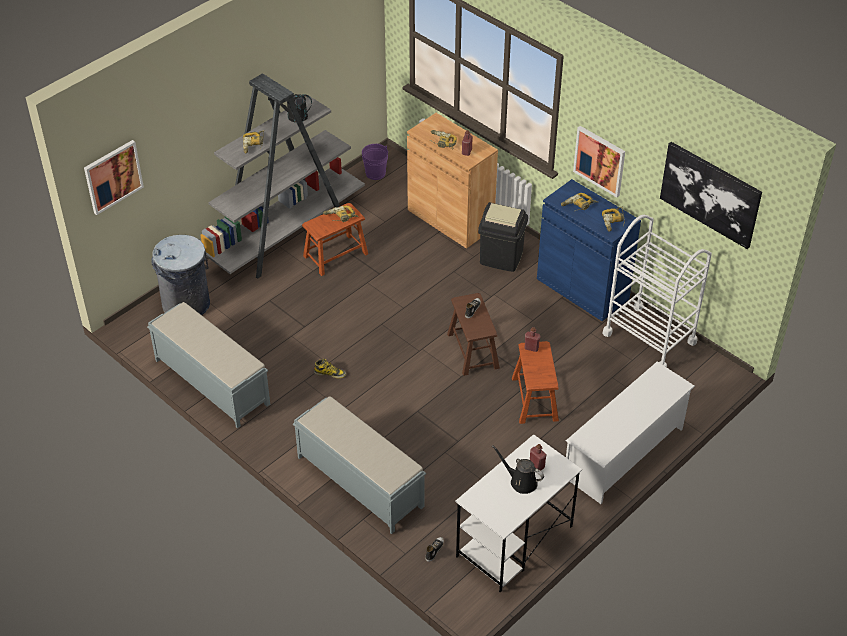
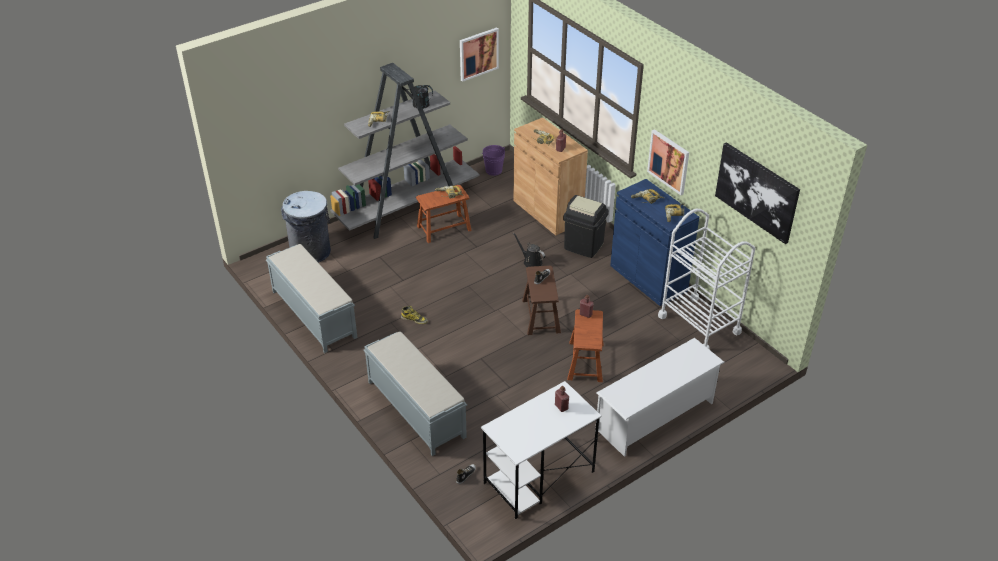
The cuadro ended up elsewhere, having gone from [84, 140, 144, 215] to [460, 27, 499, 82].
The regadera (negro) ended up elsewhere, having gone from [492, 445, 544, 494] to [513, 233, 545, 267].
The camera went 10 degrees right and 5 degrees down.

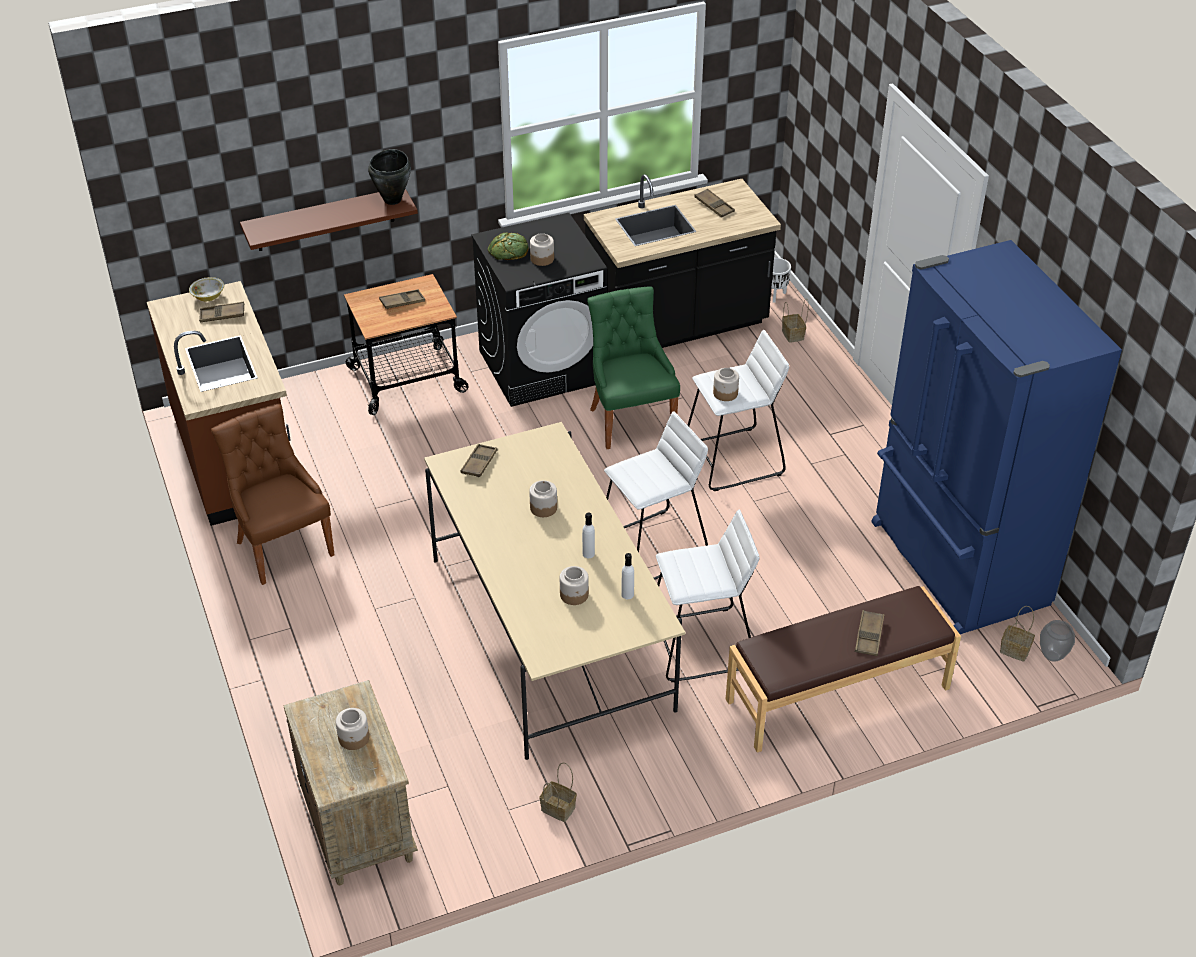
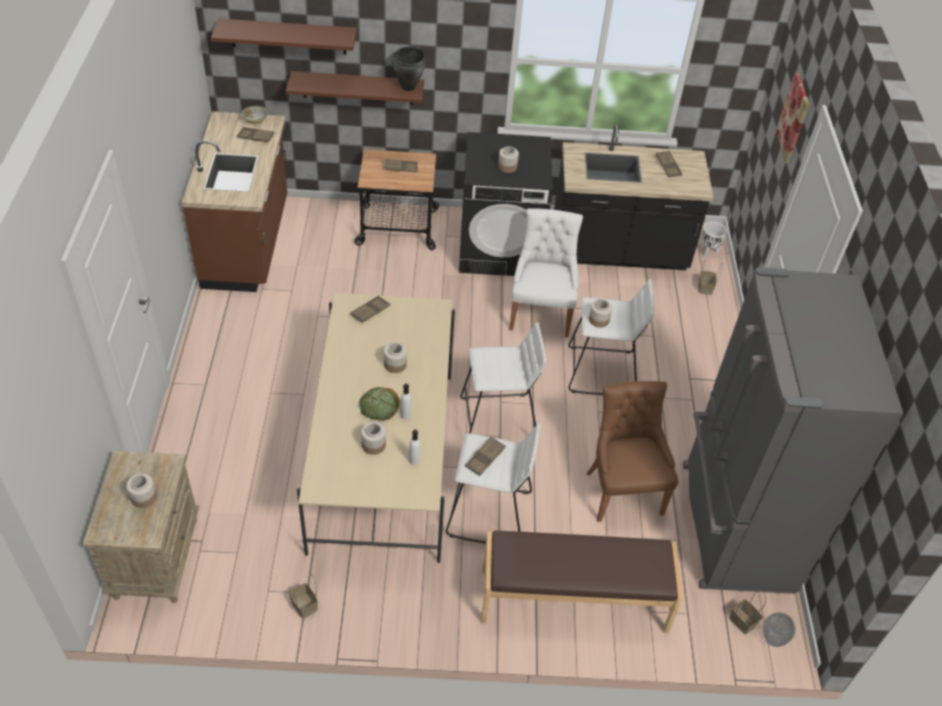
The silla (marrón) ended up elsewhere, having gone from [211, 404, 335, 585] to [586, 381, 678, 522].
The pan ended up elsewhere, having gone from [488, 233, 529, 260] to [359, 387, 400, 421].
What was the silla (verde) at [587, 286, 680, 449] turned into the silla (blanco) at [510, 208, 583, 337].
The bandeja (marrón) ended up elsewhere, having gone from [855, 610, 885, 656] to [465, 436, 506, 476].
What was the nevera (azul) at [871, 240, 1122, 634] turned into the nevera (gris) at [683, 267, 904, 594].
The second view gained the estante (marrón) at [211, 18, 357, 55].
The second view gained the cuadro at [776, 72, 810, 163].
The camera went 20 degrees right and 5 degrees up.

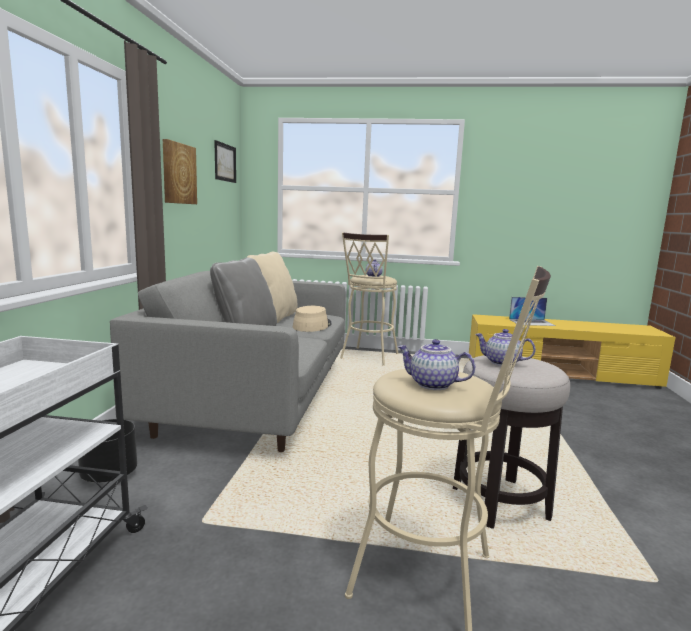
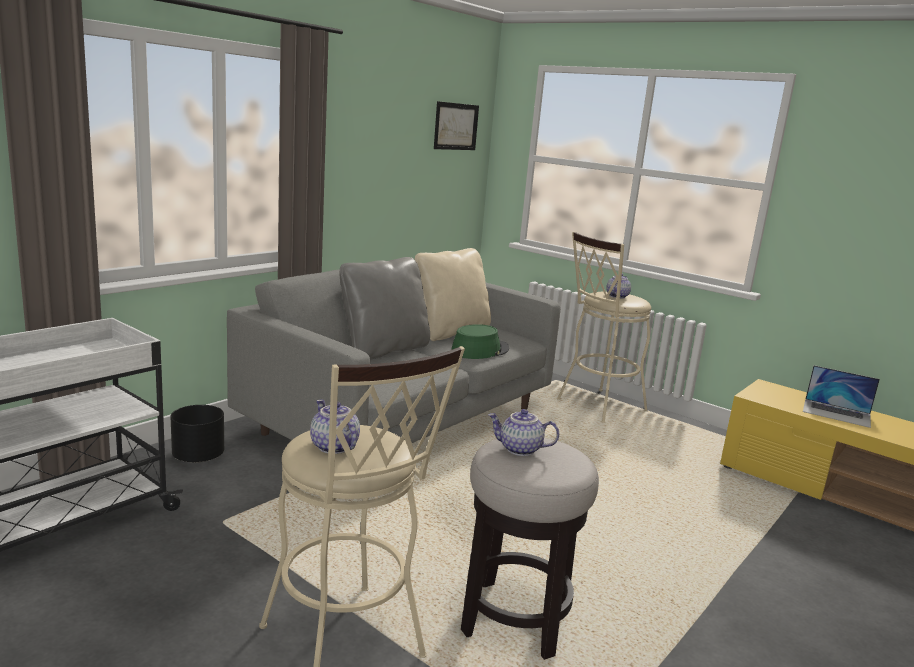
The second view lost the cuadro at [163, 139, 197, 204].
What was the sombrero (beis) at [293, 306, 332, 332] turned into the sombrero (verde) at [451, 324, 509, 359].
The tetera at [475, 329, 536, 366] ended up facing another way, 45 degrees counterclockwise from before.
The camera went 30 degrees right and 5 degrees up.

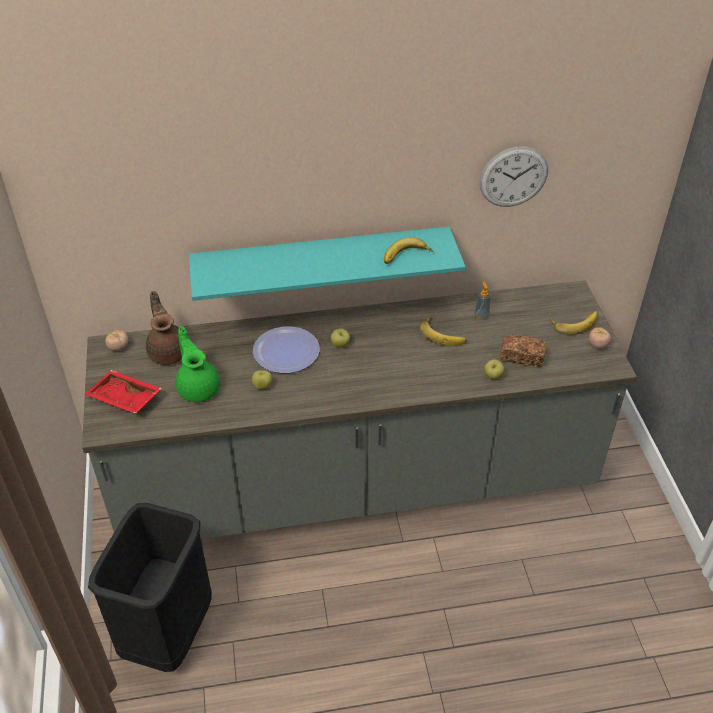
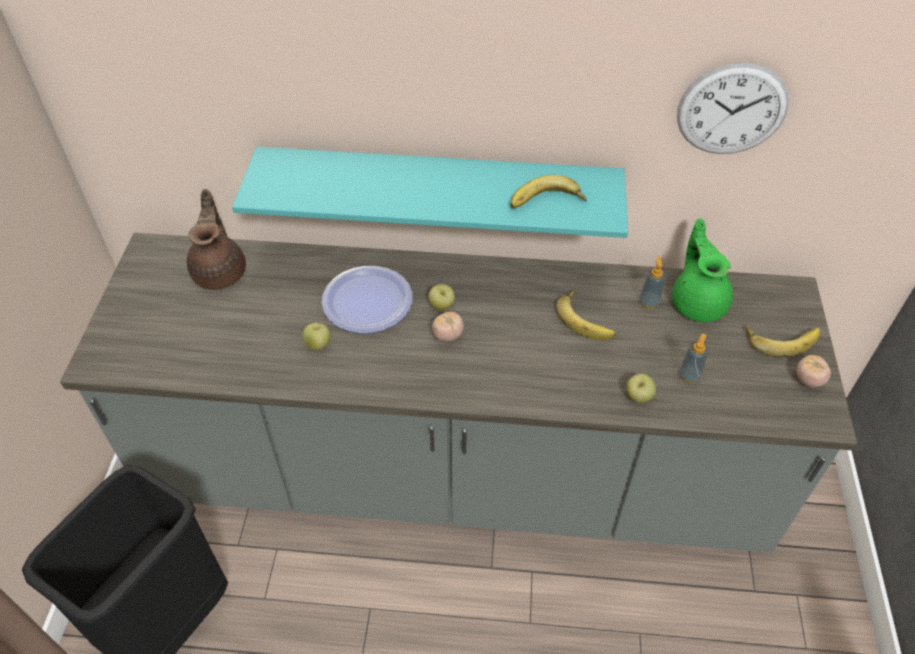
The second view lost the bandeja (rojo) at [85, 370, 162, 414].
The tomate ended up elsewhere, having gone from [105, 330, 128, 351] to [432, 312, 464, 342].
The tetera (verde) ended up elsewhere, having gone from [176, 326, 220, 402] to [672, 219, 733, 322].
Where the pan stood at [500, 334, 546, 367], the dispensador de jabón came to stand at [679, 334, 709, 383].
The camera went 15 degrees right and 5 degrees up.

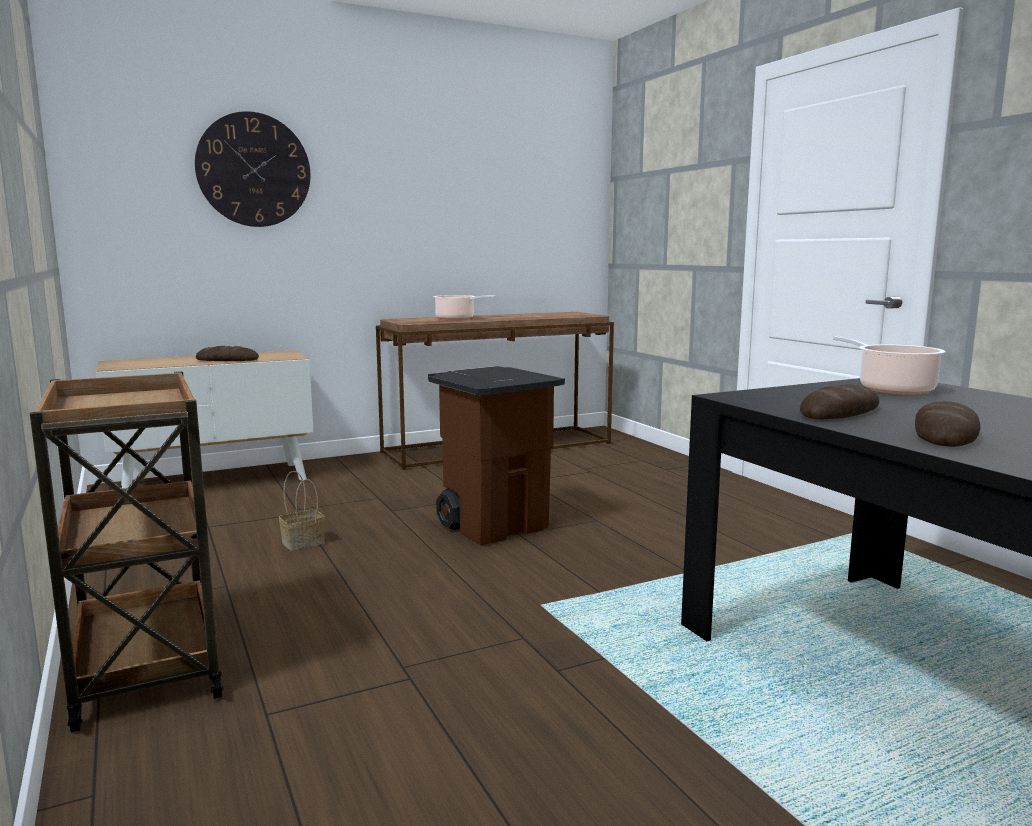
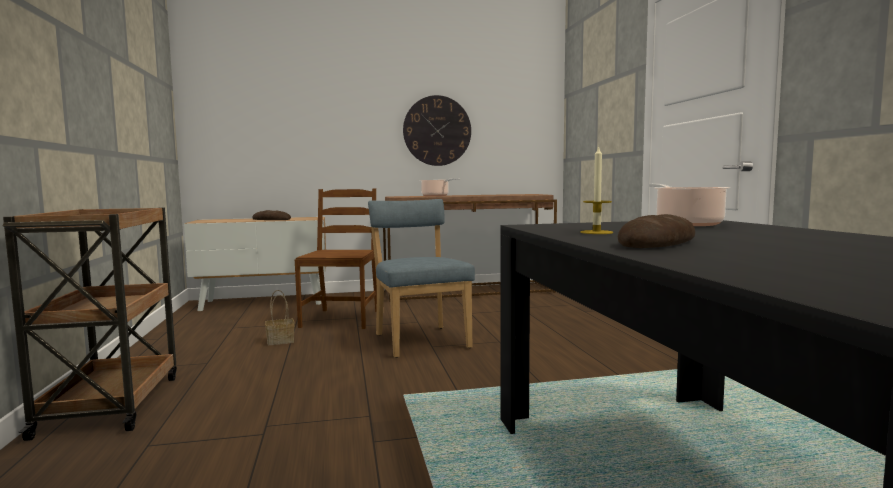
The reloj de pared ended up elsewhere, having gone from [195, 111, 310, 227] to [403, 95, 471, 166].
Where the papelera (marrón) stood at [428, 366, 565, 545], the silla (azul) came to stand at [368, 199, 475, 358].
Where the pan stood at [800, 384, 879, 419], the vela came to stand at [580, 145, 613, 234].
The second view gained the silla (marrón) at [295, 189, 377, 329].
The camera went 15 degrees right and 5 degrees down.

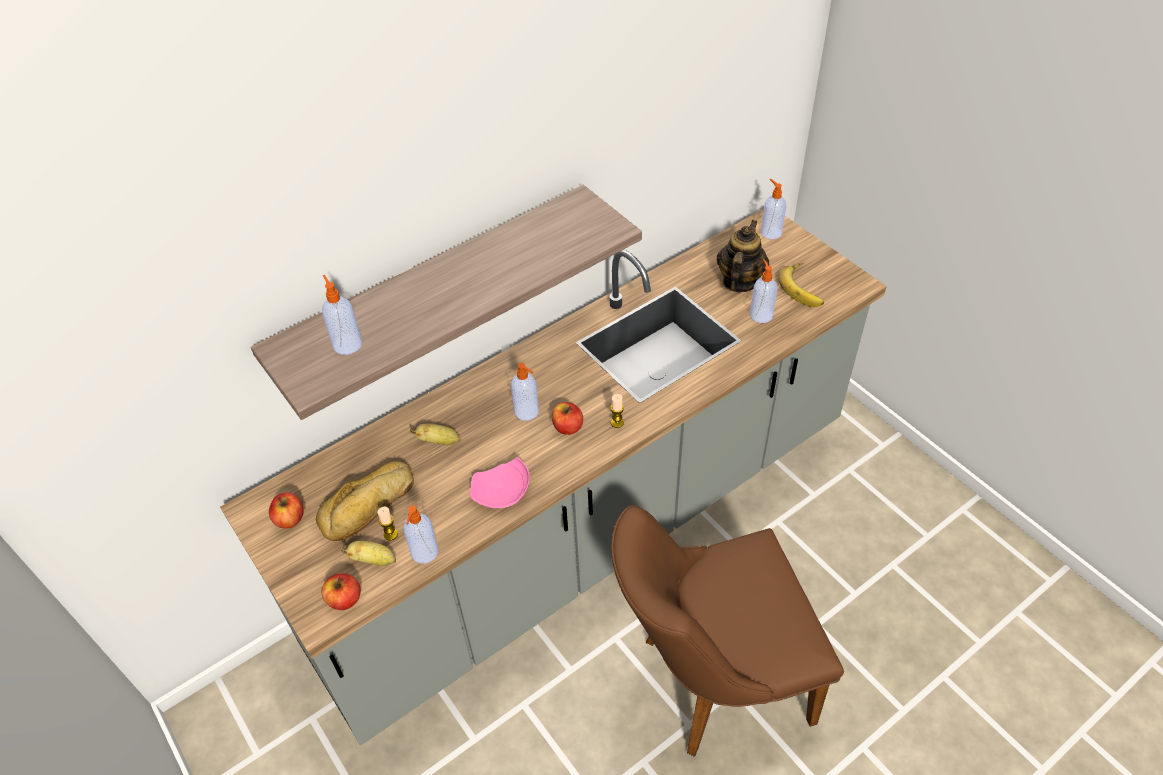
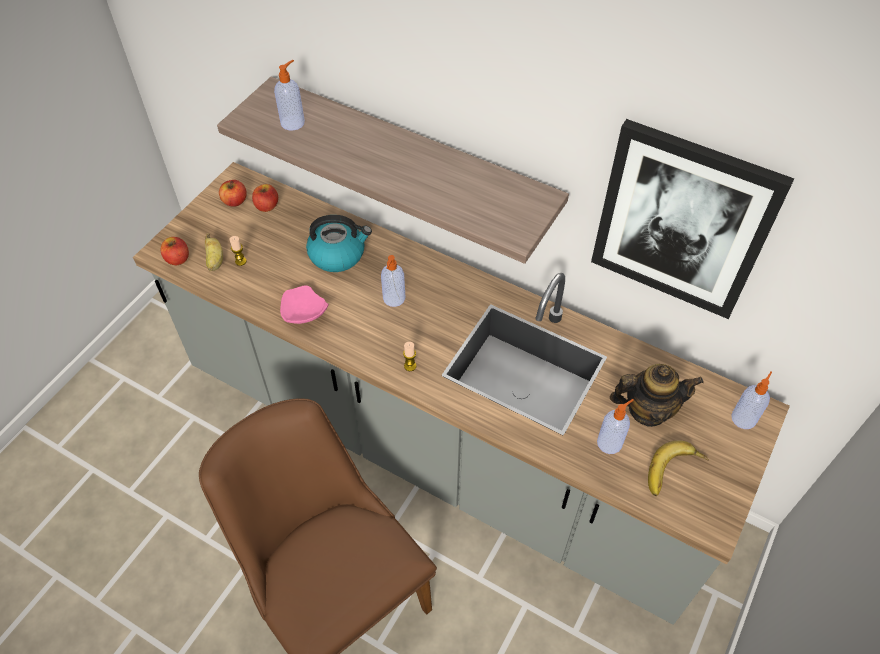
The second view lost the pan at [316, 461, 414, 541].
The second view lost the dispensador de jabón at [403, 506, 438, 564].
Where the plátano stood at [410, 423, 461, 445], the hervidor came to stand at [306, 215, 372, 272].
The manzana ended up elsewhere, having gone from [552, 402, 583, 435] to [252, 184, 278, 212].
The second view gained the cuadro at [591, 119, 794, 319].
The camera went 65 degrees right and 5 degrees up.

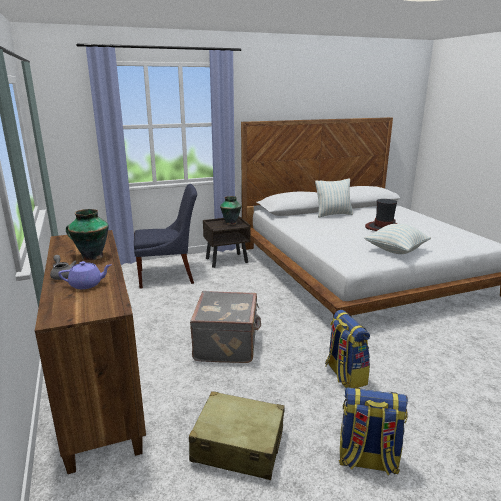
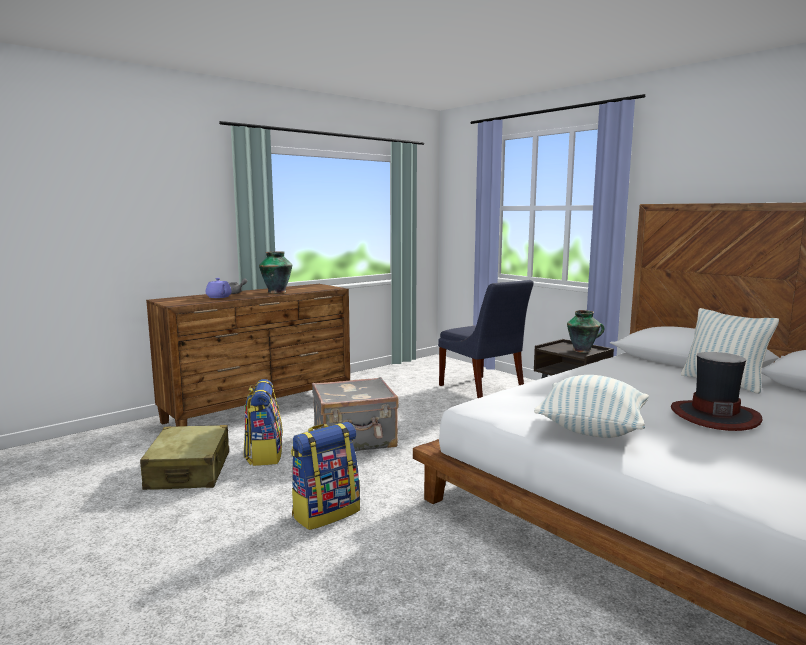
The mochila ended up elsewhere, having gone from [339, 387, 408, 475] to [244, 379, 283, 466].
The camera went 70 degrees right and 10 degrees down.

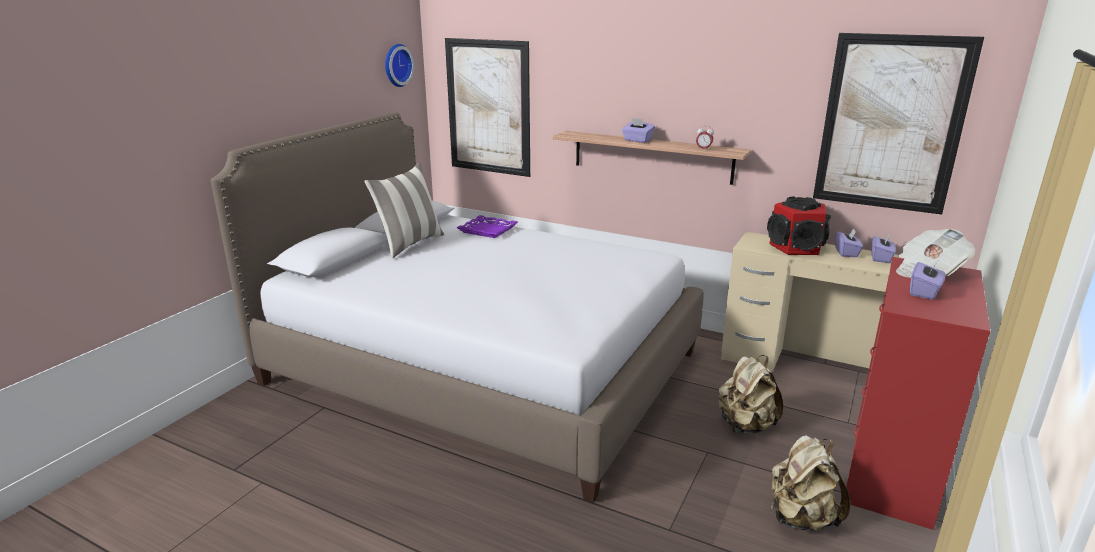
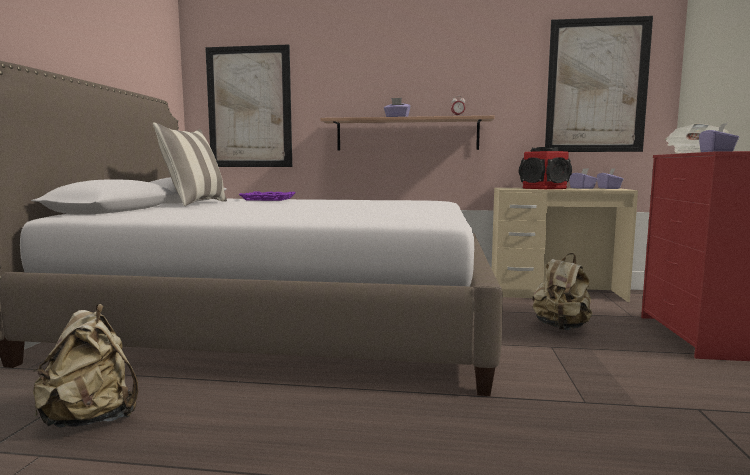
The second view lost the reloj de pared at [385, 44, 414, 87].
The mochila (beis) ended up elsewhere, having gone from [771, 435, 850, 531] to [33, 304, 138, 428].
The camera went 20 degrees left and 15 degrees down.

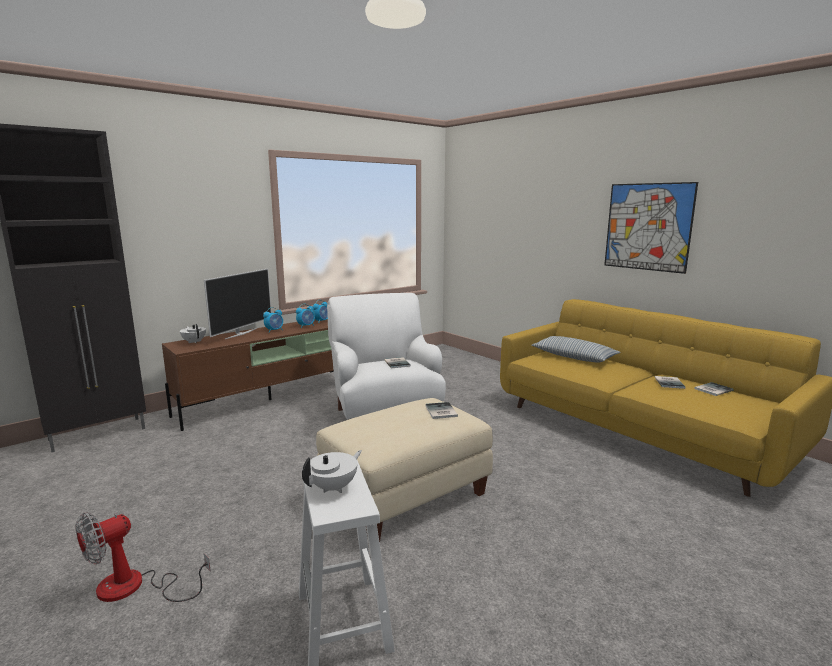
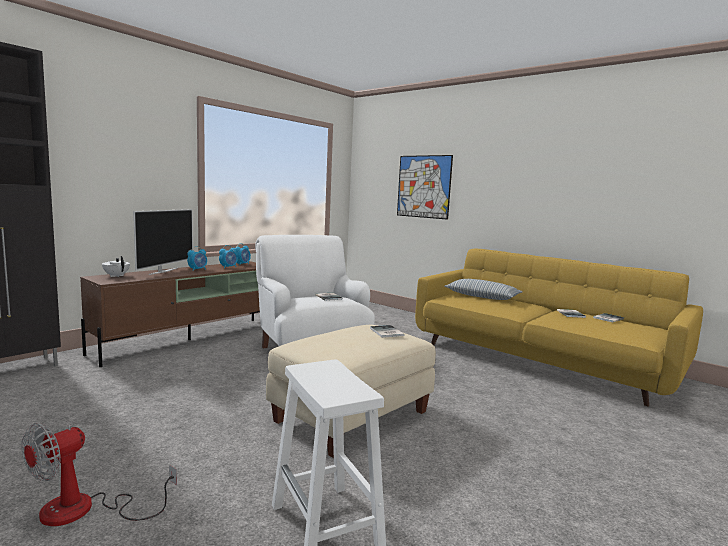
The second view lost the tetera (blanco) at [302, 450, 362, 493].
The cuadro ended up elsewhere, having gone from [604, 182, 698, 274] to [397, 155, 453, 220].
The camera went 10 degrees left and 5 degrees down.

